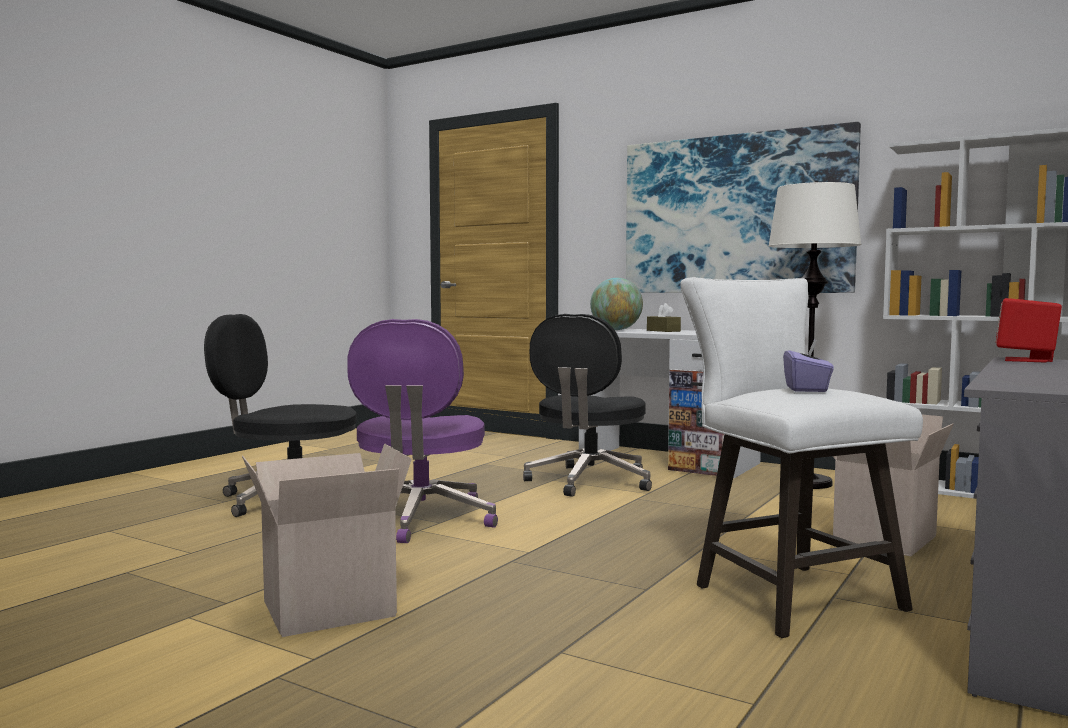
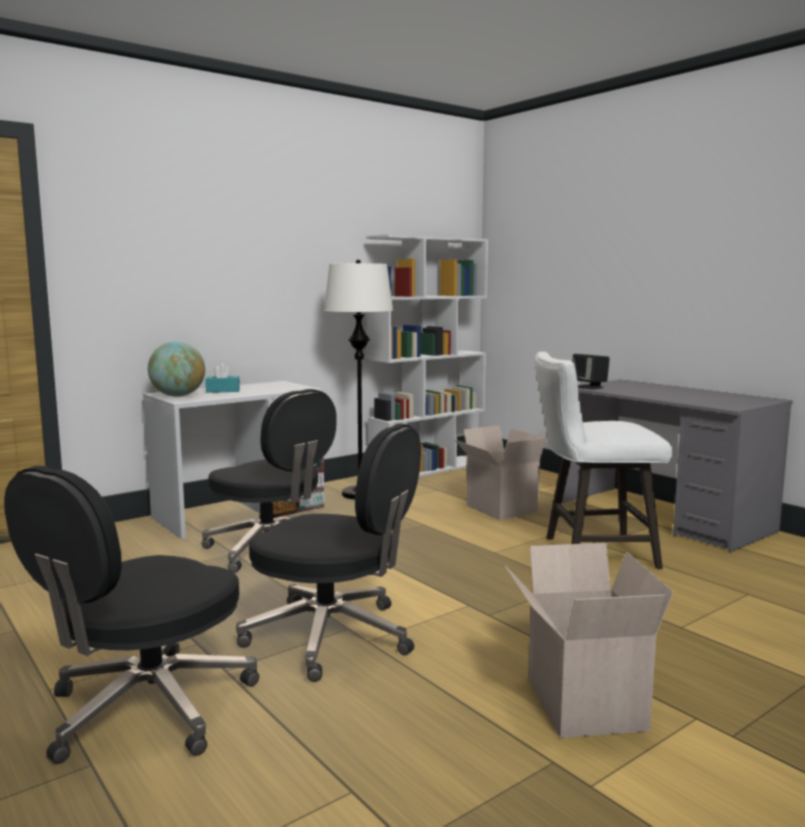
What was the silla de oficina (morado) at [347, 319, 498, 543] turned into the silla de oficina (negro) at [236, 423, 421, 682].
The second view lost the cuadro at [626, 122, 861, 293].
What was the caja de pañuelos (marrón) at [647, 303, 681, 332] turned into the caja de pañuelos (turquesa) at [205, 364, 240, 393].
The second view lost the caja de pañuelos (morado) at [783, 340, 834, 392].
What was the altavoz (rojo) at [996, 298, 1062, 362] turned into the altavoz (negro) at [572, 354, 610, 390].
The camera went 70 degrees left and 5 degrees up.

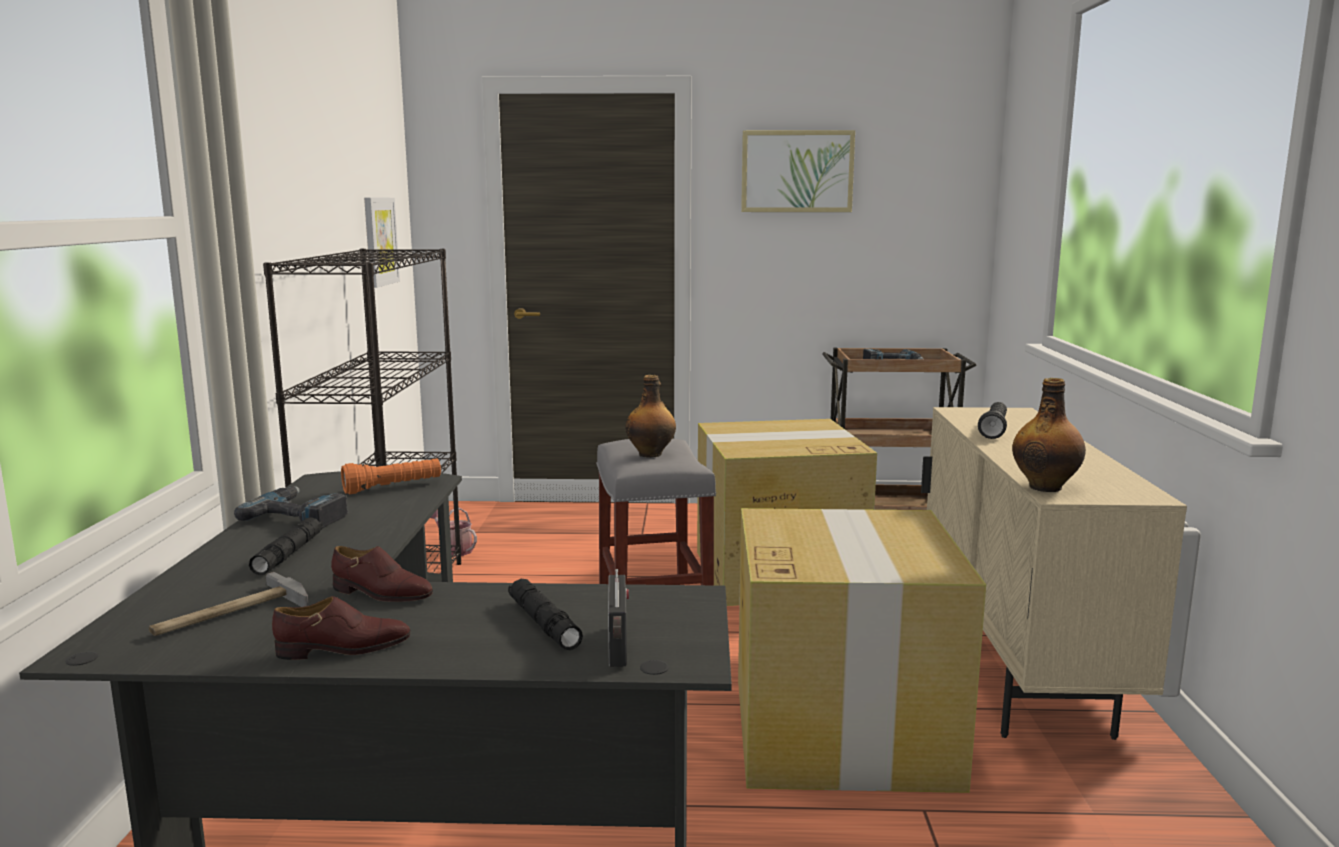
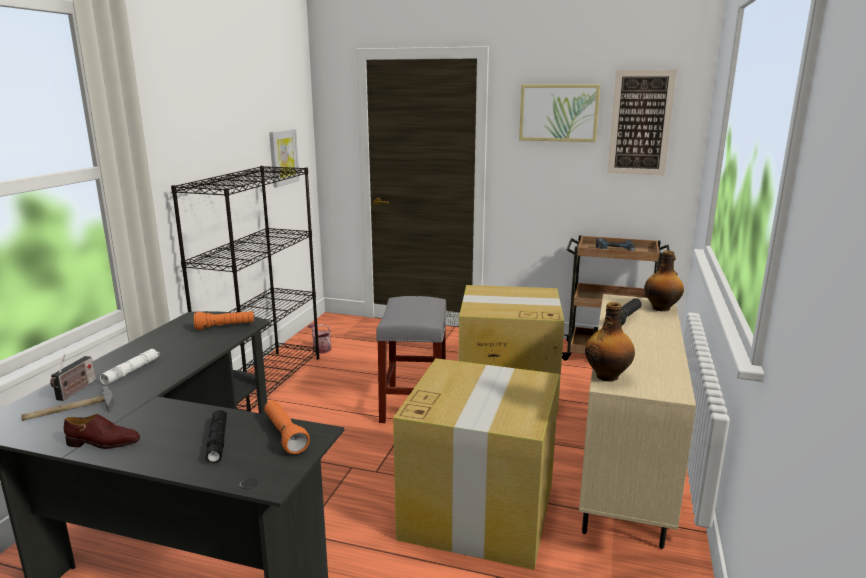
The second view lost the taladro at [234, 486, 348, 528].
What was the linterna (negro) at [249, 517, 323, 575] turned into the linterna (blanco) at [100, 349, 160, 385].
The second view lost the zapato (marrón) at [331, 546, 433, 602].
The radio ended up elsewhere, having gone from [608, 569, 629, 667] to [50, 355, 96, 401].
The botella ended up elsewhere, having gone from [625, 375, 676, 458] to [644, 250, 684, 311].
The second view gained the linterna (naranja) at [264, 400, 310, 454].
The second view gained the cuadro at [607, 70, 677, 175].
The camera went 15 degrees right and 5 degrees up.

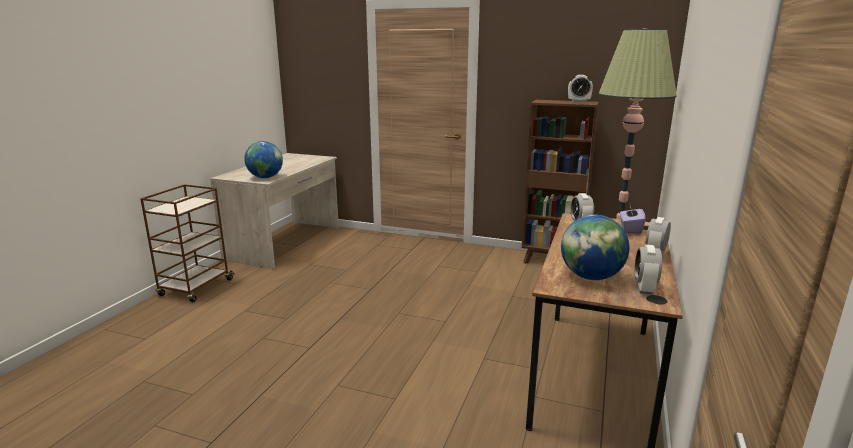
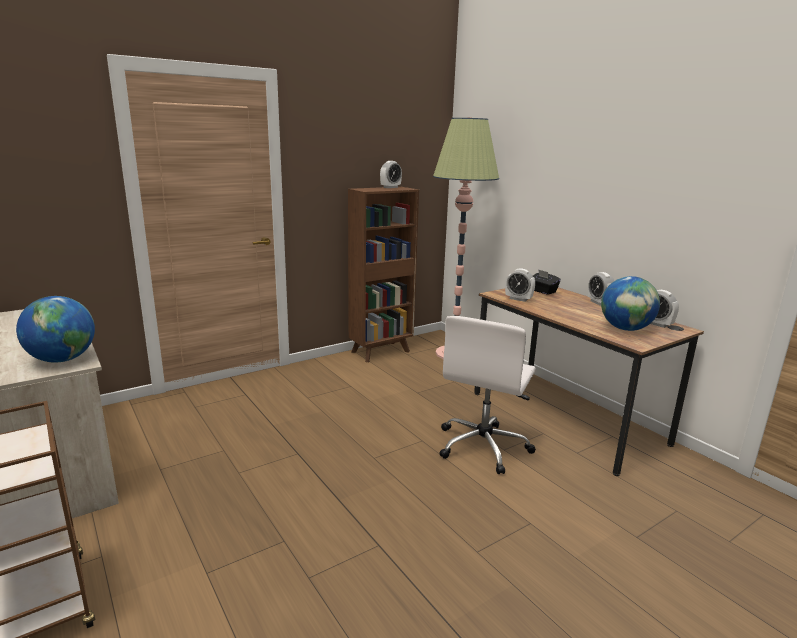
What was the caja de pañuelos (morado) at [620, 206, 646, 234] turned into the caja de pañuelos (negro) at [533, 269, 561, 295].
The second view gained the silla de oficina (blanco) at [439, 316, 536, 474].
The camera went 55 degrees left and 0 degrees up.

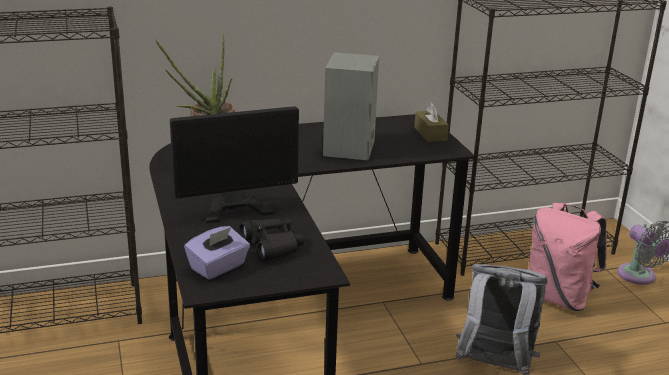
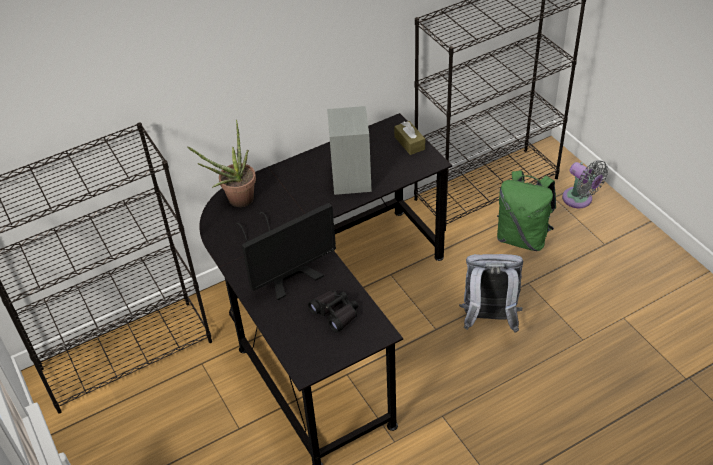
The second view lost the caja de pañuelos (morado) at [184, 226, 250, 280].
What was the mochila (rosa) at [529, 203, 607, 311] turned into the mochila (verde) at [497, 170, 556, 251].
The camera went 10 degrees left and 20 degrees up.

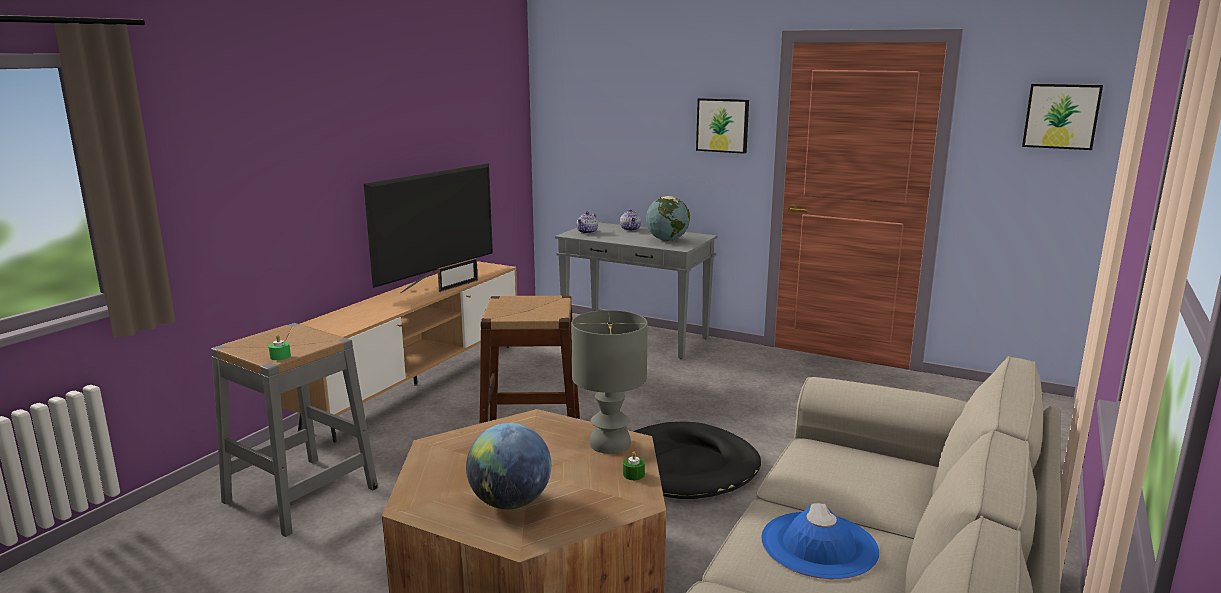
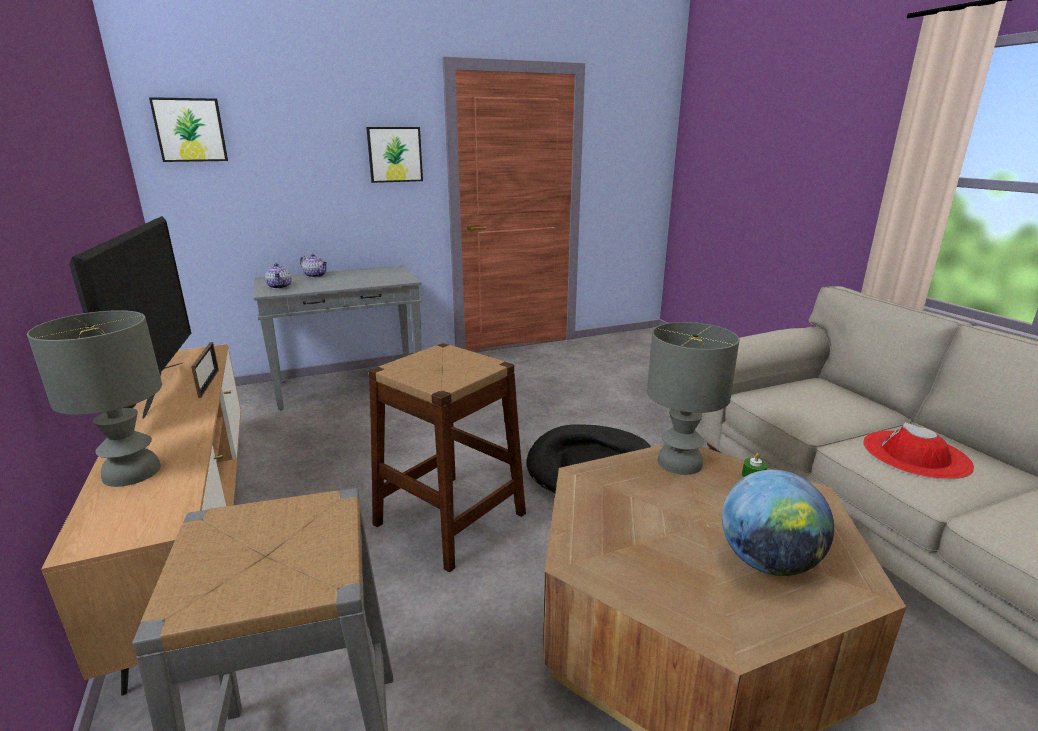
The second view lost the vela (verde) at [268, 335, 291, 360].
The second view lost the globo terráqueo at [646, 196, 690, 241].
What was the sombrero (azul) at [761, 503, 879, 579] turned into the sombrero (rojo) at [863, 422, 974, 479].
The cuadro ended up elsewhere, having gone from [1022, 84, 1103, 150] to [149, 97, 228, 162].
The second view gained the lámpara de mesa (gris) at [27, 310, 162, 487].
The camera went 50 degrees left and 5 degrees up.

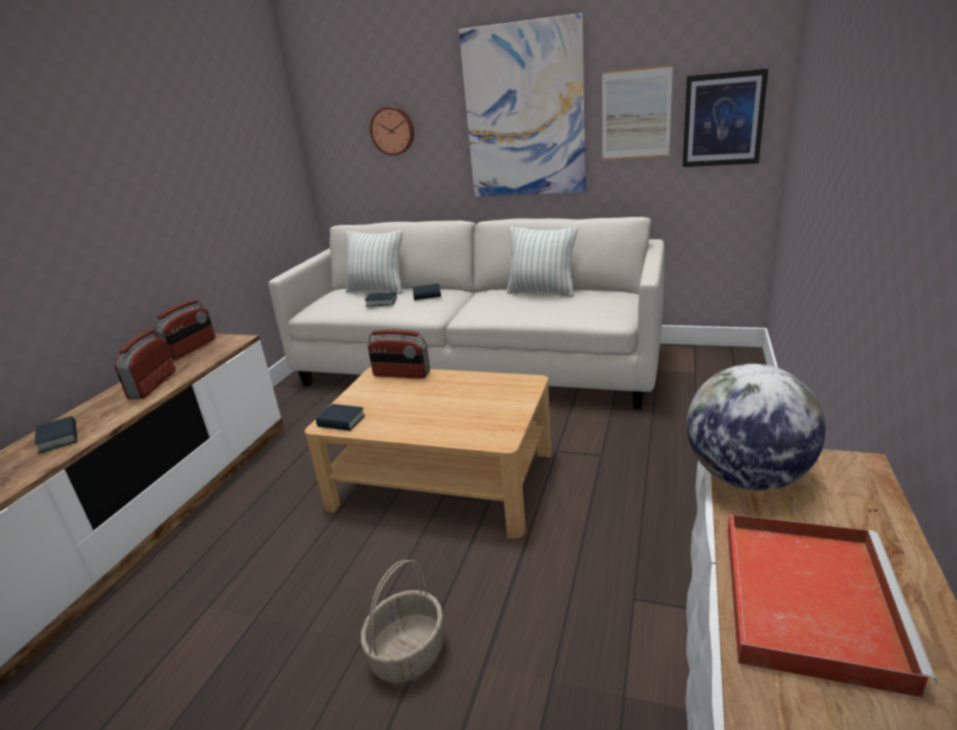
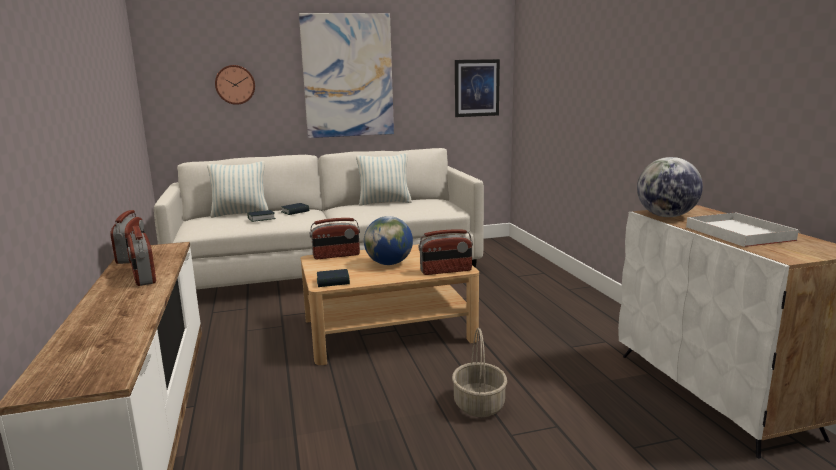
The second view lost the libro at [35, 416, 77, 454].
The second view lost the cuadro at [602, 65, 673, 160].
What was the bandeja (rojo) at [728, 514, 937, 698] turned into the bandeja (blanco) at [686, 212, 800, 247].
The second view gained the globo terráqueo at [364, 216, 413, 265].
The second view gained the radio at [418, 229, 473, 275].
The camera went 35 degrees left and 10 degrees down.

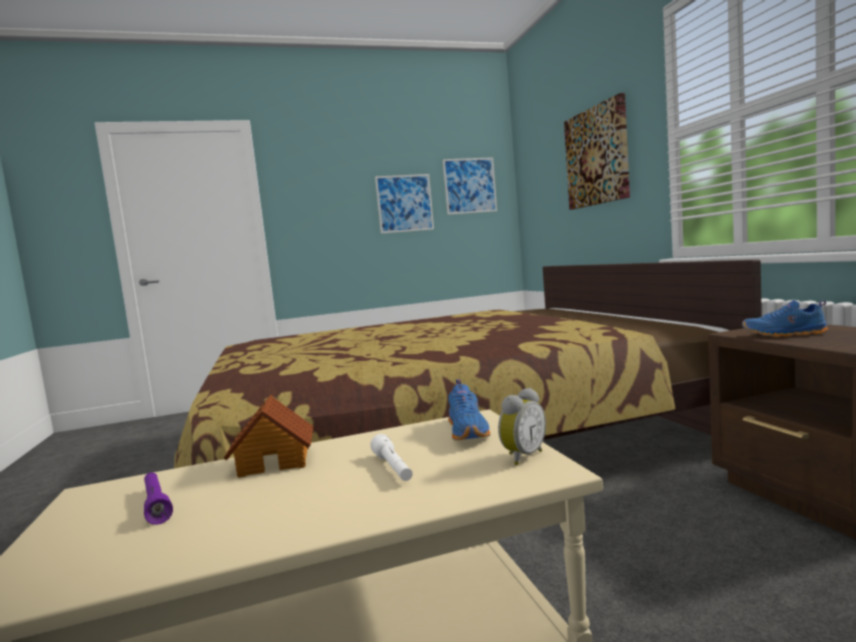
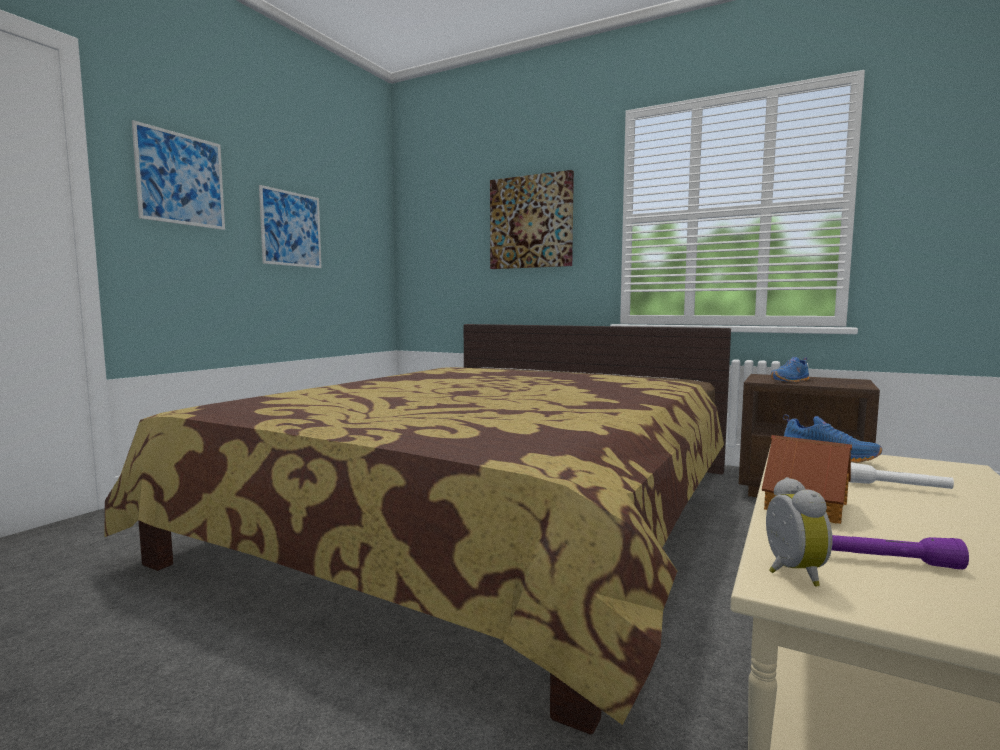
The cuadro ended up elsewhere, having gone from [443, 157, 497, 215] to [132, 120, 225, 230].
The despertador ended up elsewhere, having gone from [498, 388, 546, 466] to [766, 477, 832, 587].
The camera went 45 degrees left and 0 degrees up.

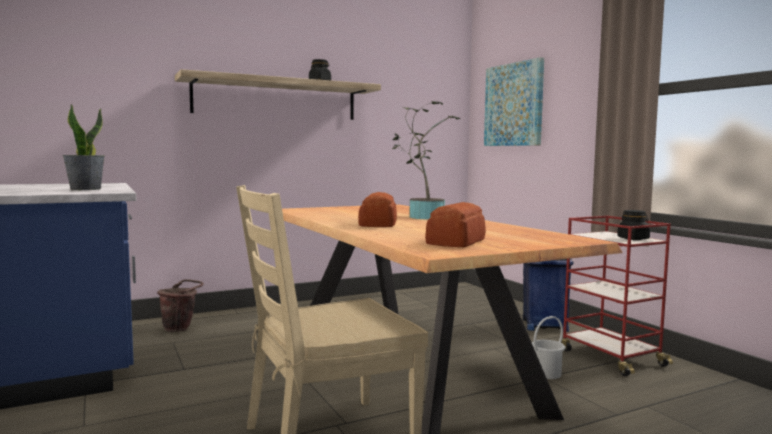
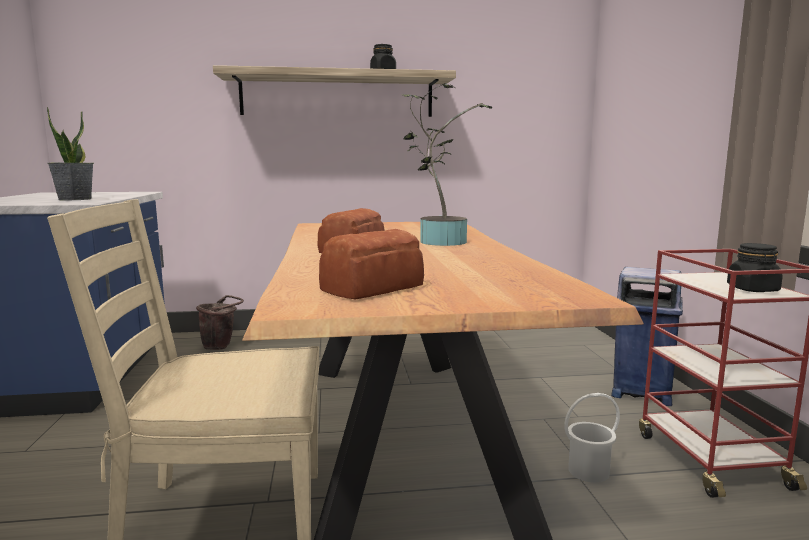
The second view lost the cuadro at [484, 57, 544, 146].
The camera went 20 degrees right and 5 degrees up.

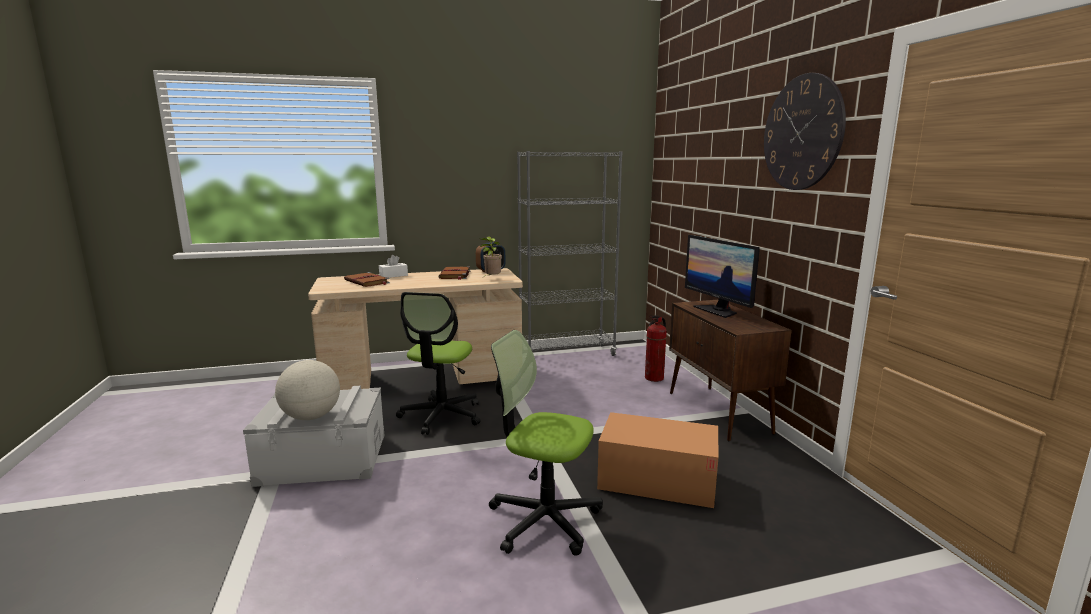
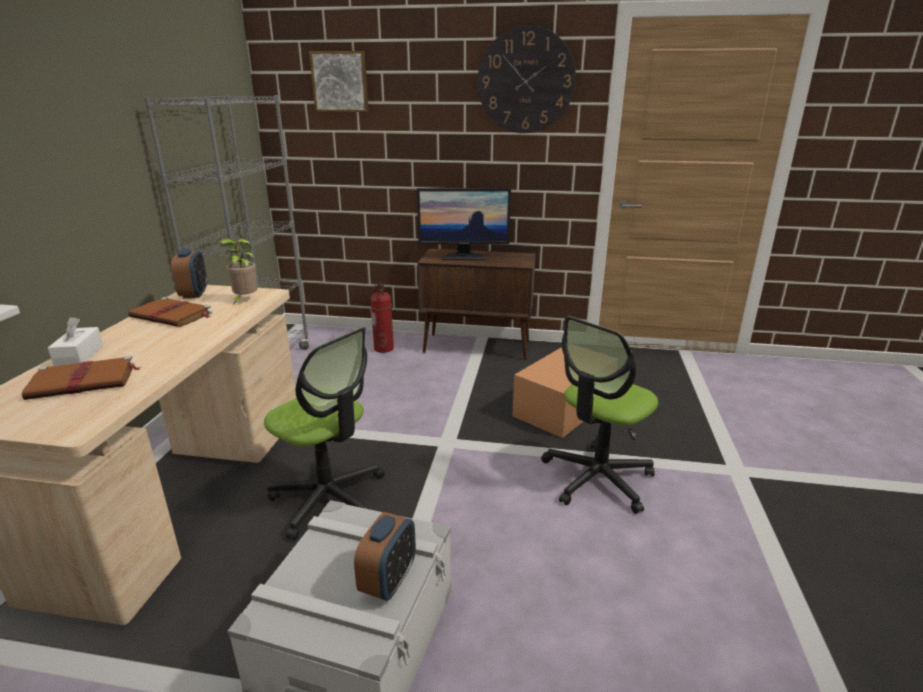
Where the globo terráqueo stood at [275, 360, 340, 420], the despertador came to stand at [354, 512, 416, 601].
The second view gained the cuadro at [309, 51, 369, 112].
The camera went 65 degrees left and 10 degrees up.

